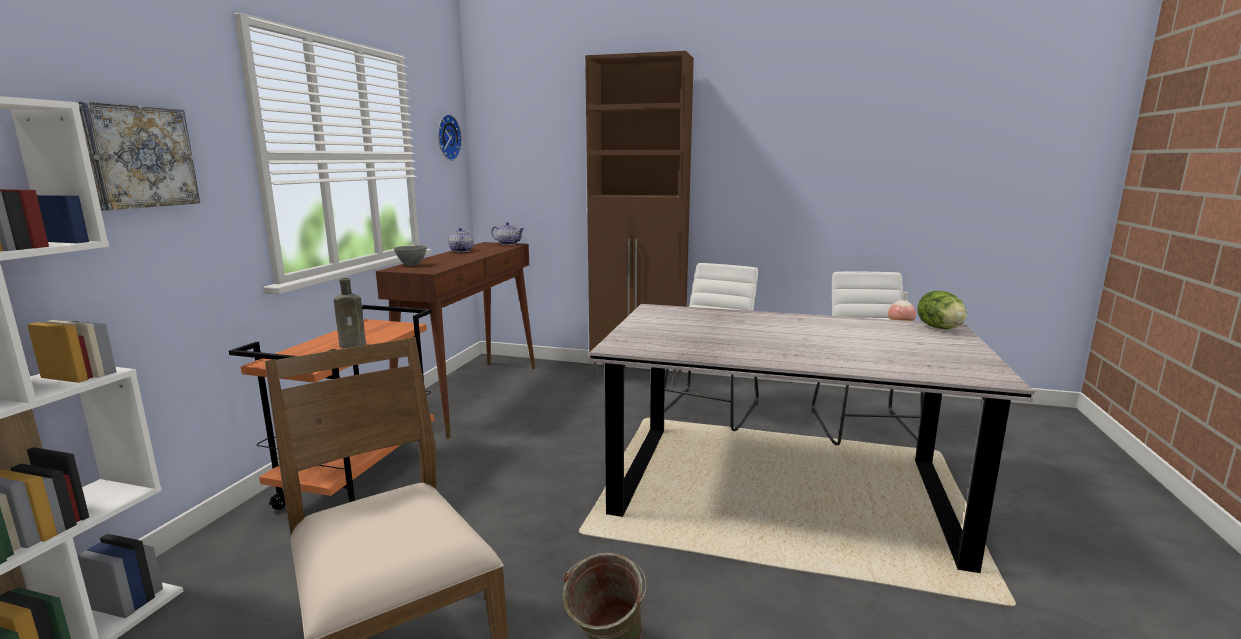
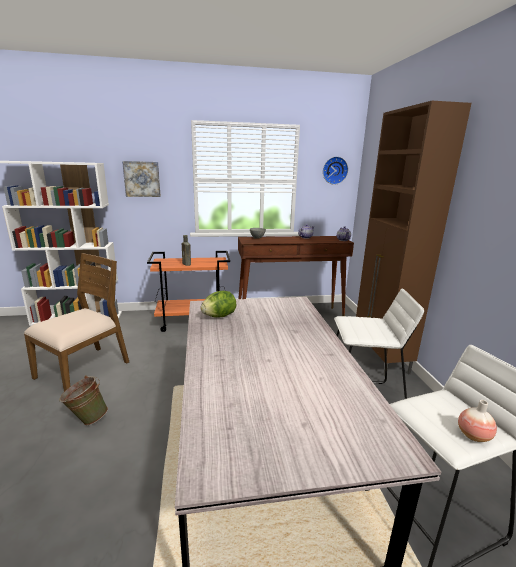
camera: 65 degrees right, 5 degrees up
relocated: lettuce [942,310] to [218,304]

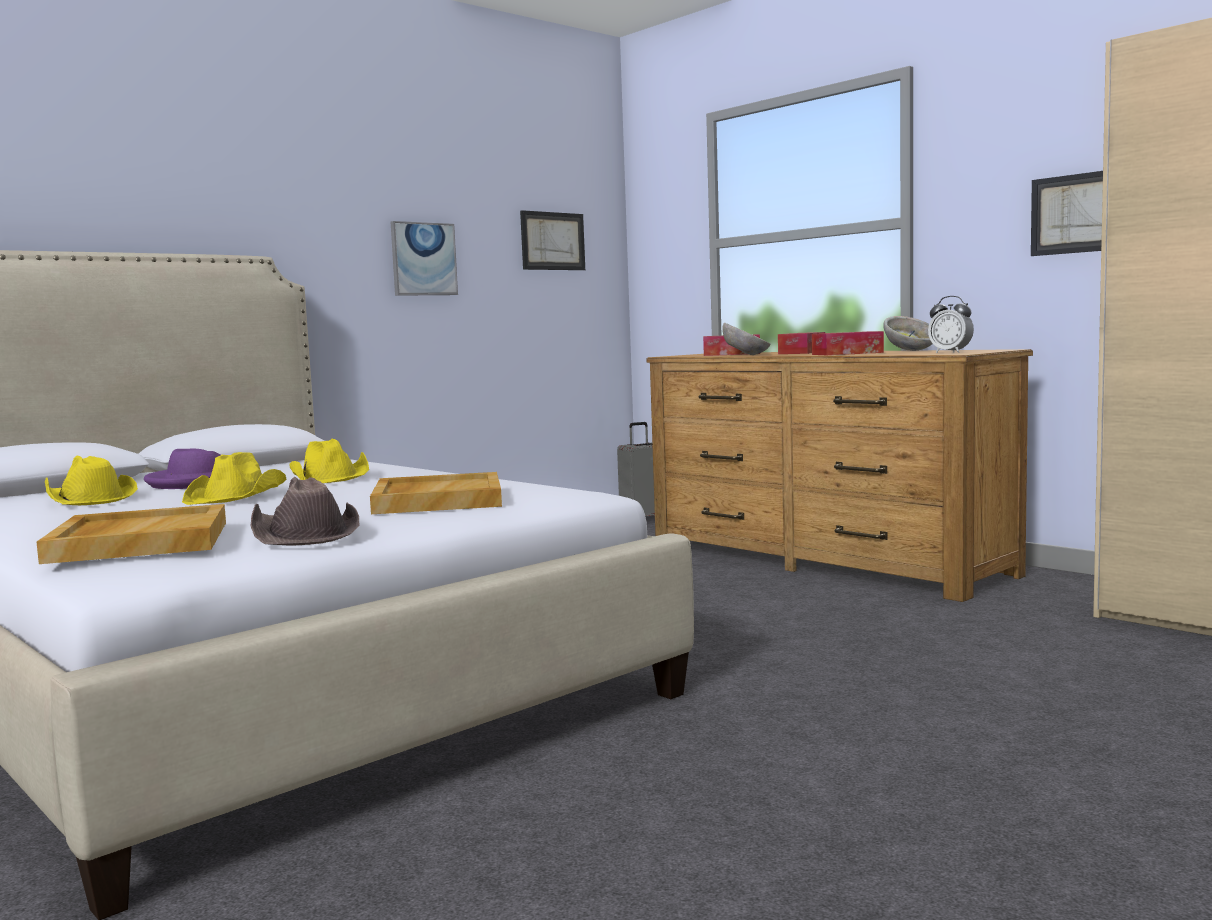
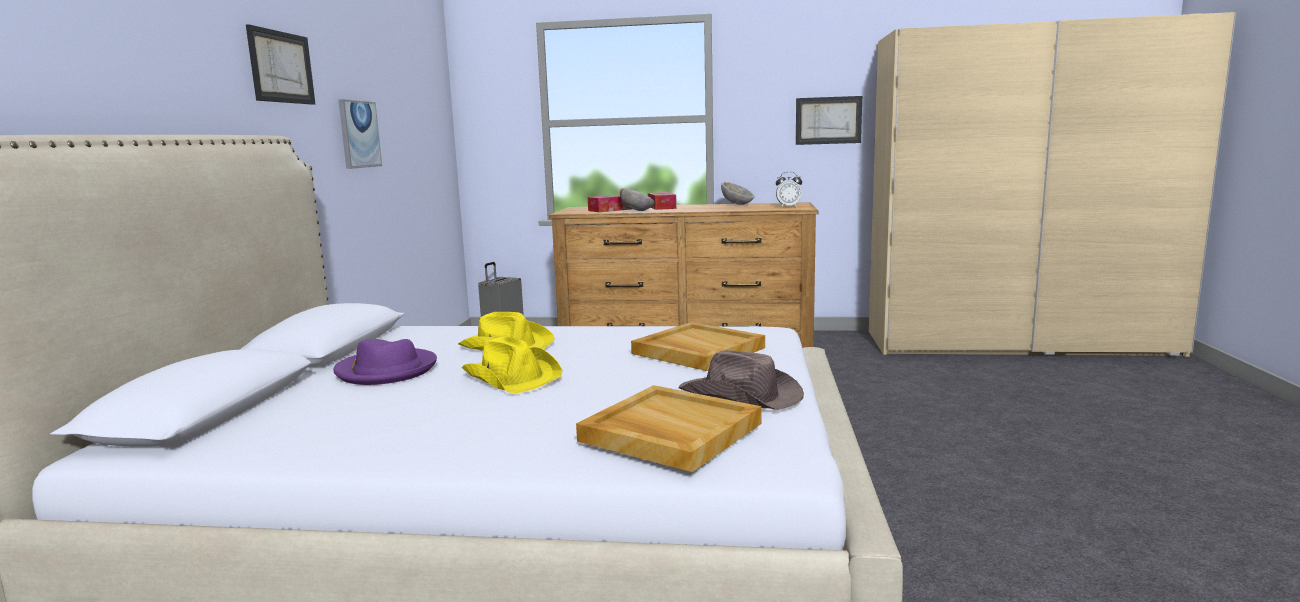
camera: 40 degrees left, 5 degrees up
missing: yellow hat [91,480]; tissue box [848,343]
relocated: picture [552,240] to [280,64]

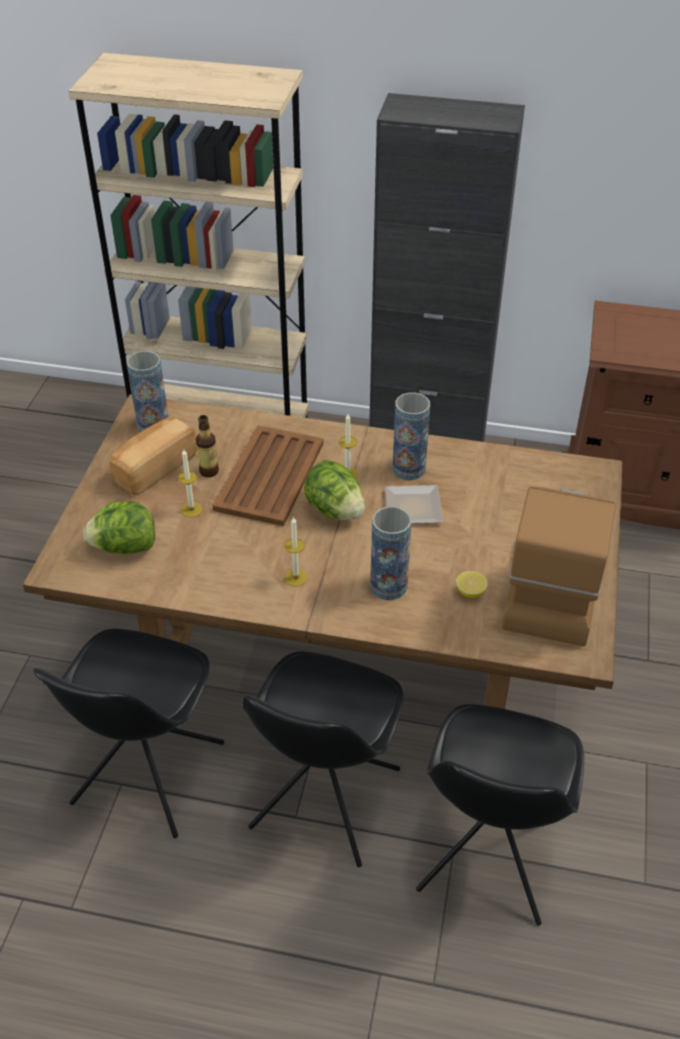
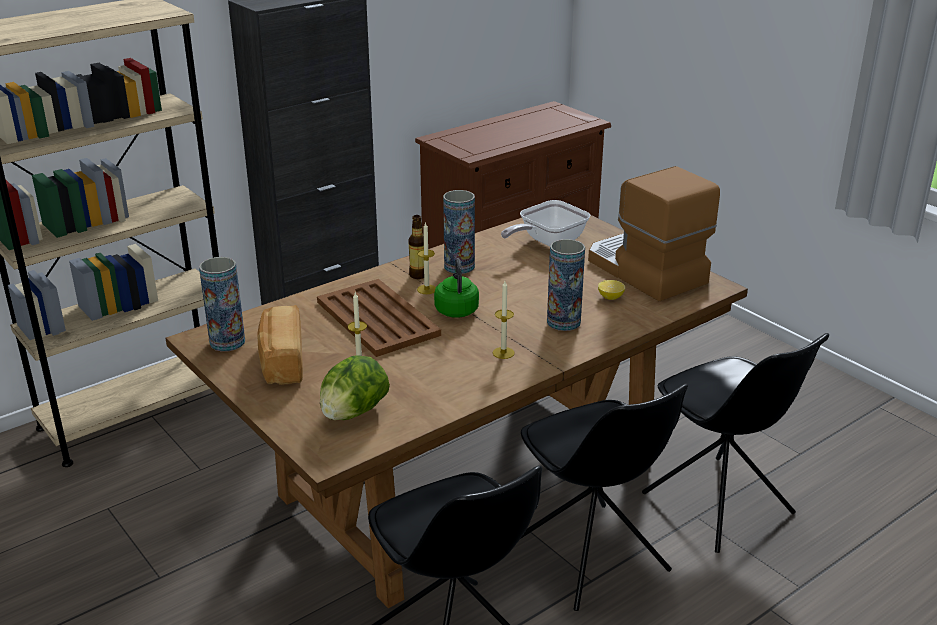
camera: 50 degrees left, 15 degrees down
missing: plate [414,504]
appeared: frying pan [546,223]
relocated: bottle [207,446] to [416,247]
exchanged: lettuce [334,490] to green kettle [456,288]

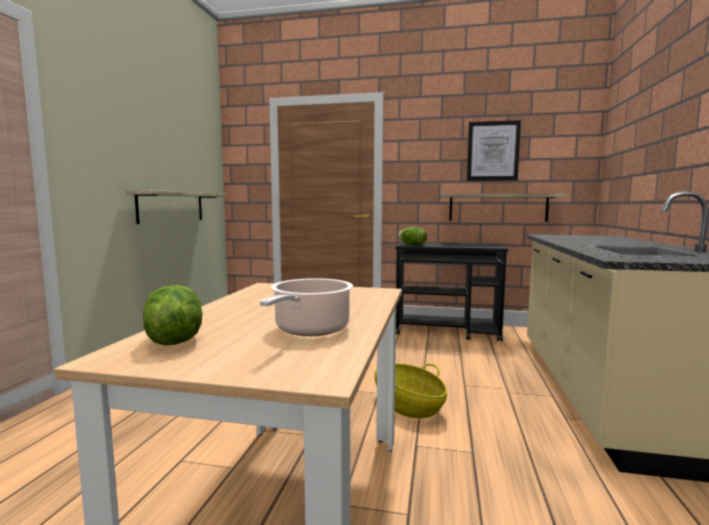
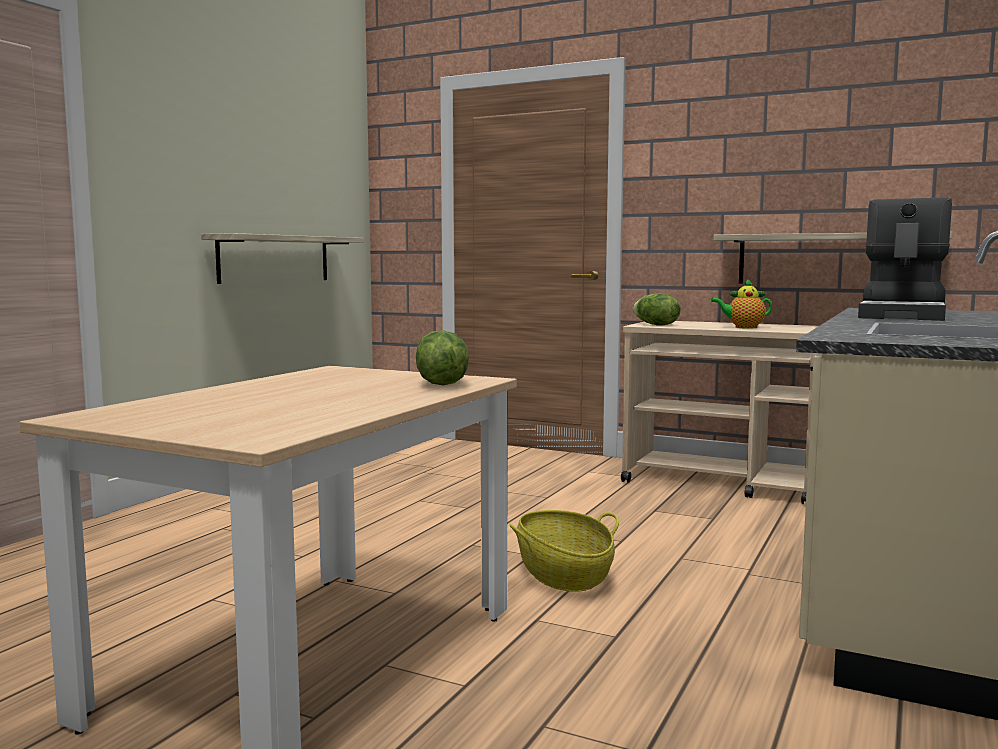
camera: 15 degrees right, 0 degrees up
missing: cooking pot [306,307]; picture [494,150]
appeared: teapot [741,304]; coffee machine [905,259]
relocated: lettuce [172,315] to [442,357]
colour: black cart [452,291] to beige cart [719,412]

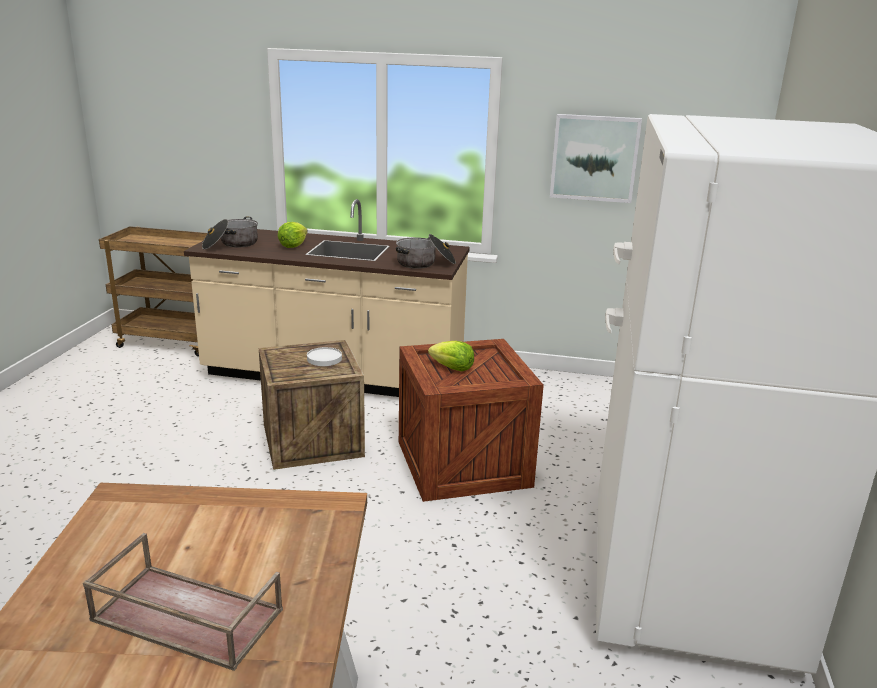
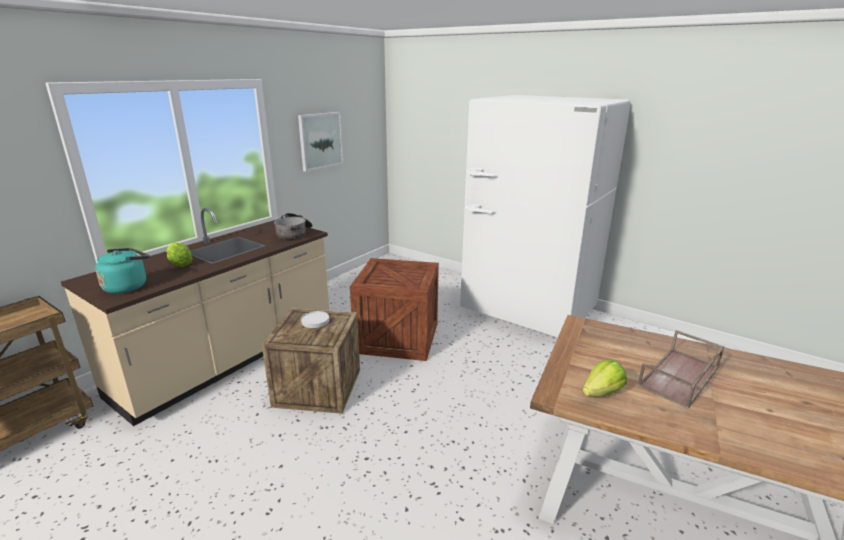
camera: 65 degrees left, 0 degrees up
relocated: lettuce [451,356] to [605,378]
exchanged: cooking pot [230,232] to turquoise kettle [122,271]

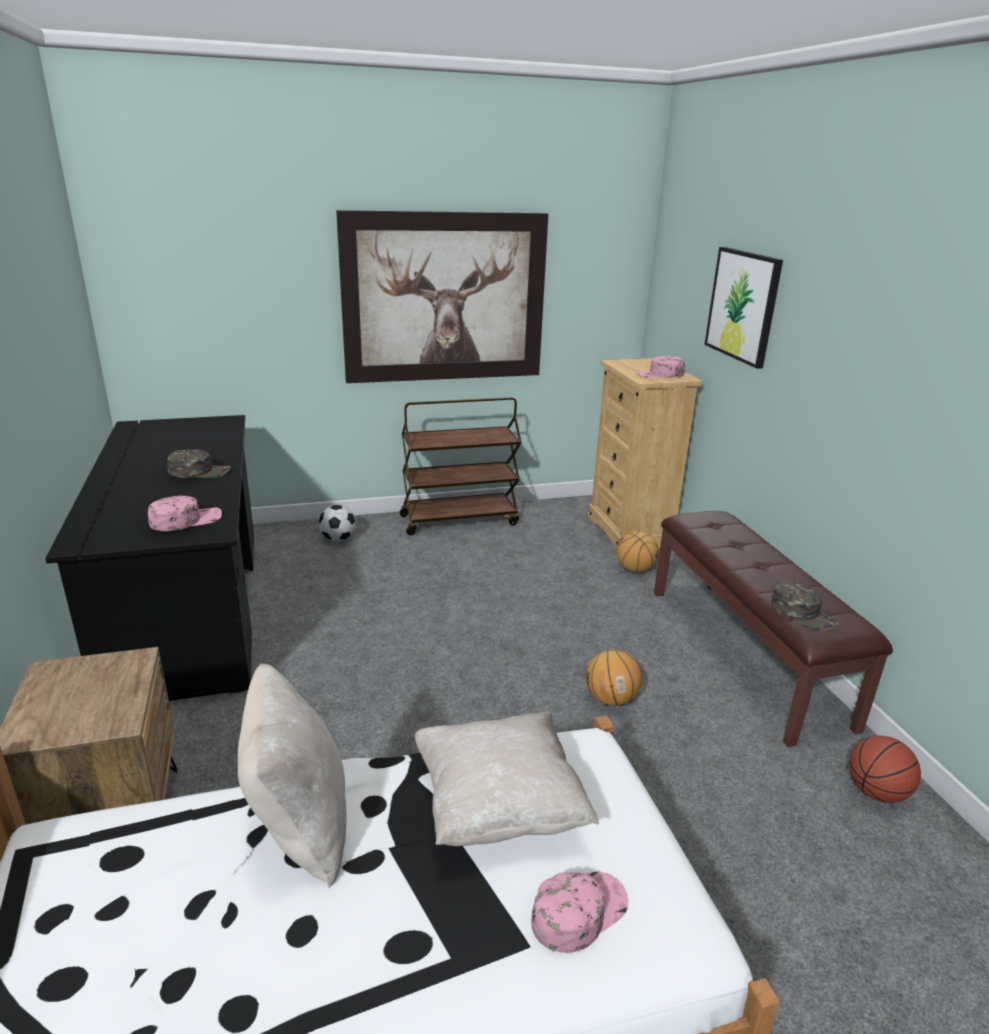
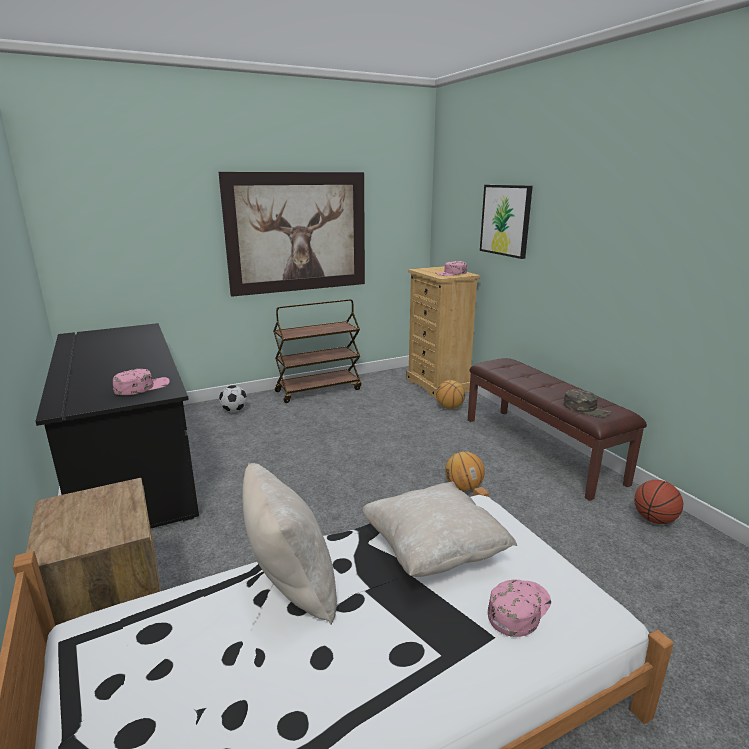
camera: 10 degrees left, 5 degrees down
missing: green cap [199,463]

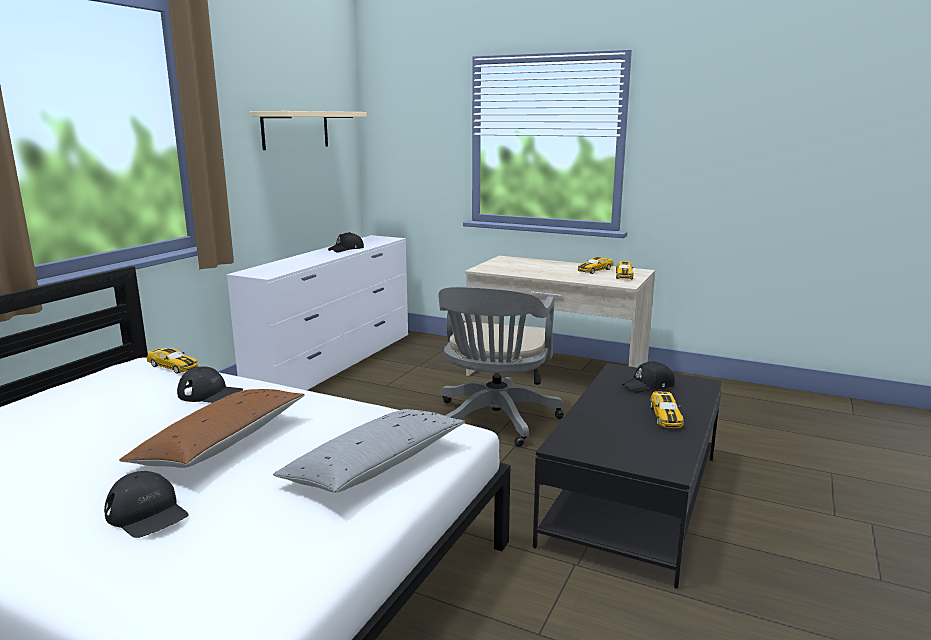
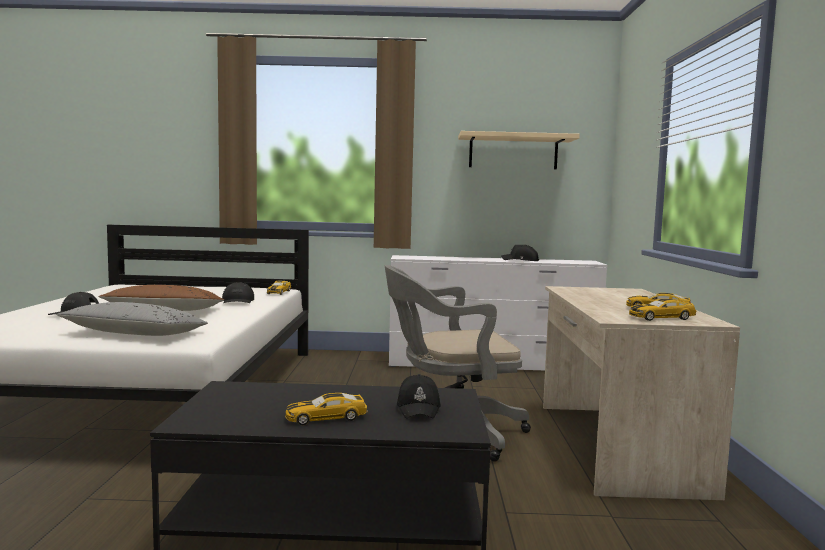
camera: 65 degrees right, 10 degrees down
spun: black cap [648,377] = [419,396] 135 degrees counterclockwise

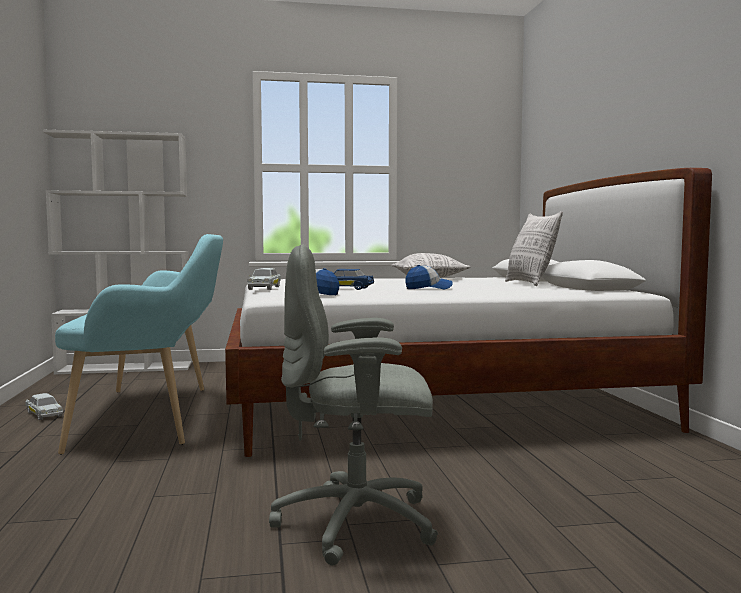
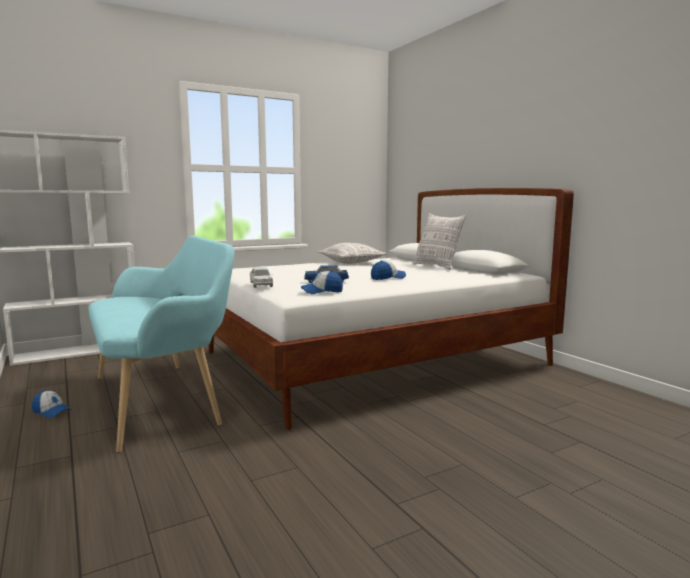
camera: 20 degrees left, 5 degrees up
missing: grey office chair [353,405]
exchanged: white toy car [44,406] to cap [52,404]

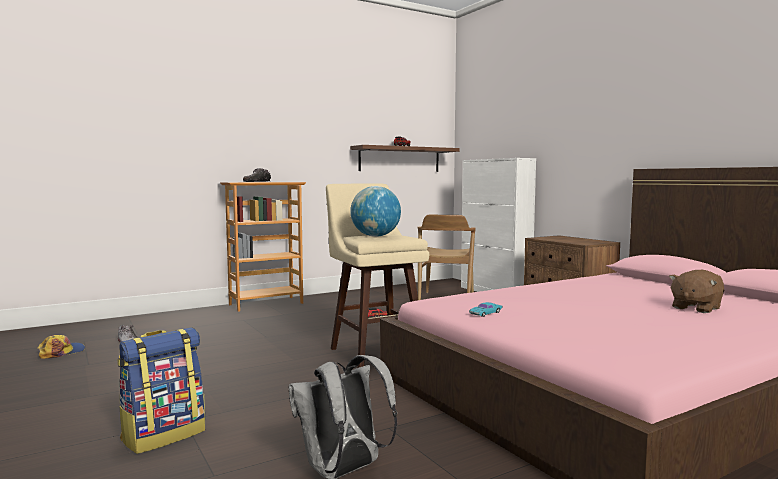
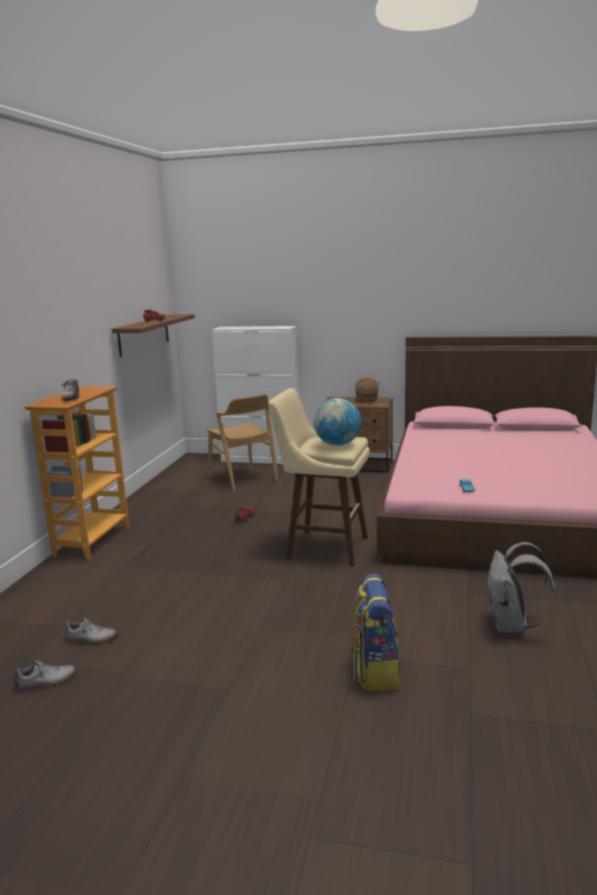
camera: 45 degrees left, 10 degrees up
relocated: brown plush toy [696,291] to [367,390]
exchanged: cap [61,347] to shoe [45,676]

